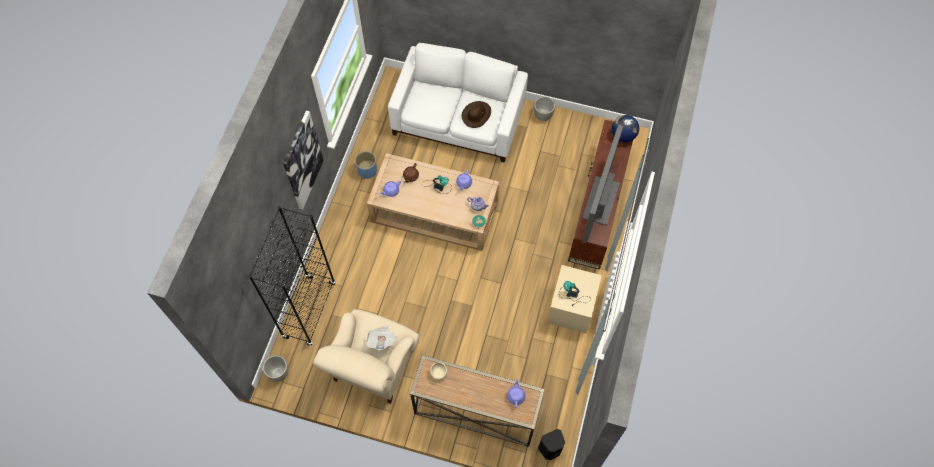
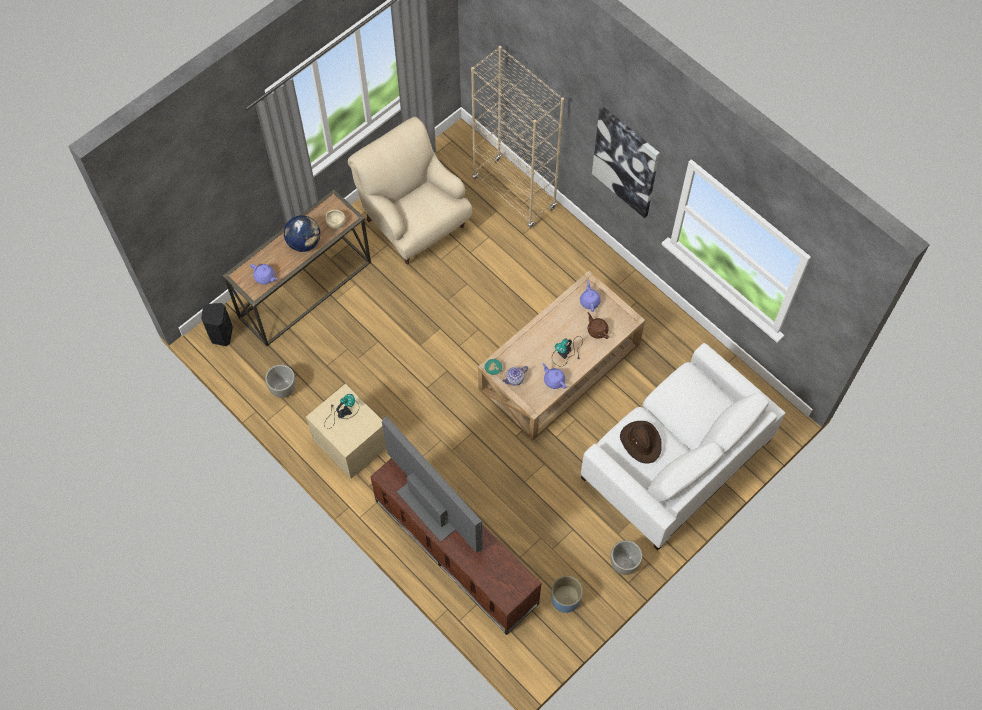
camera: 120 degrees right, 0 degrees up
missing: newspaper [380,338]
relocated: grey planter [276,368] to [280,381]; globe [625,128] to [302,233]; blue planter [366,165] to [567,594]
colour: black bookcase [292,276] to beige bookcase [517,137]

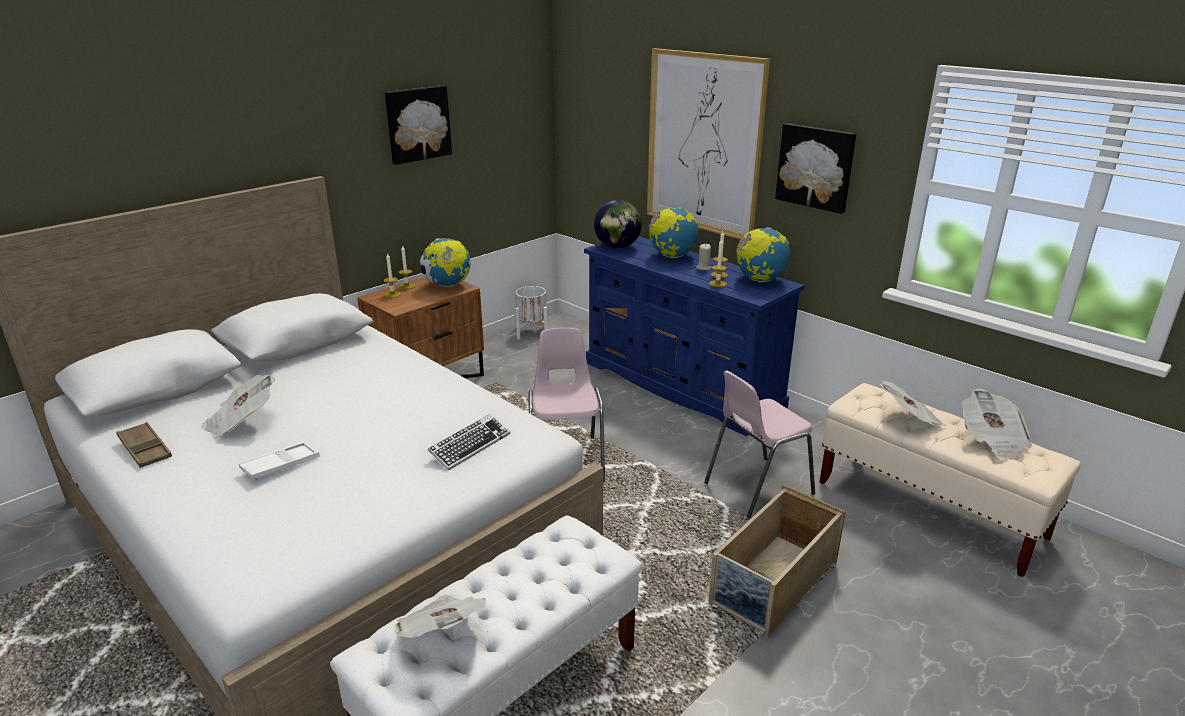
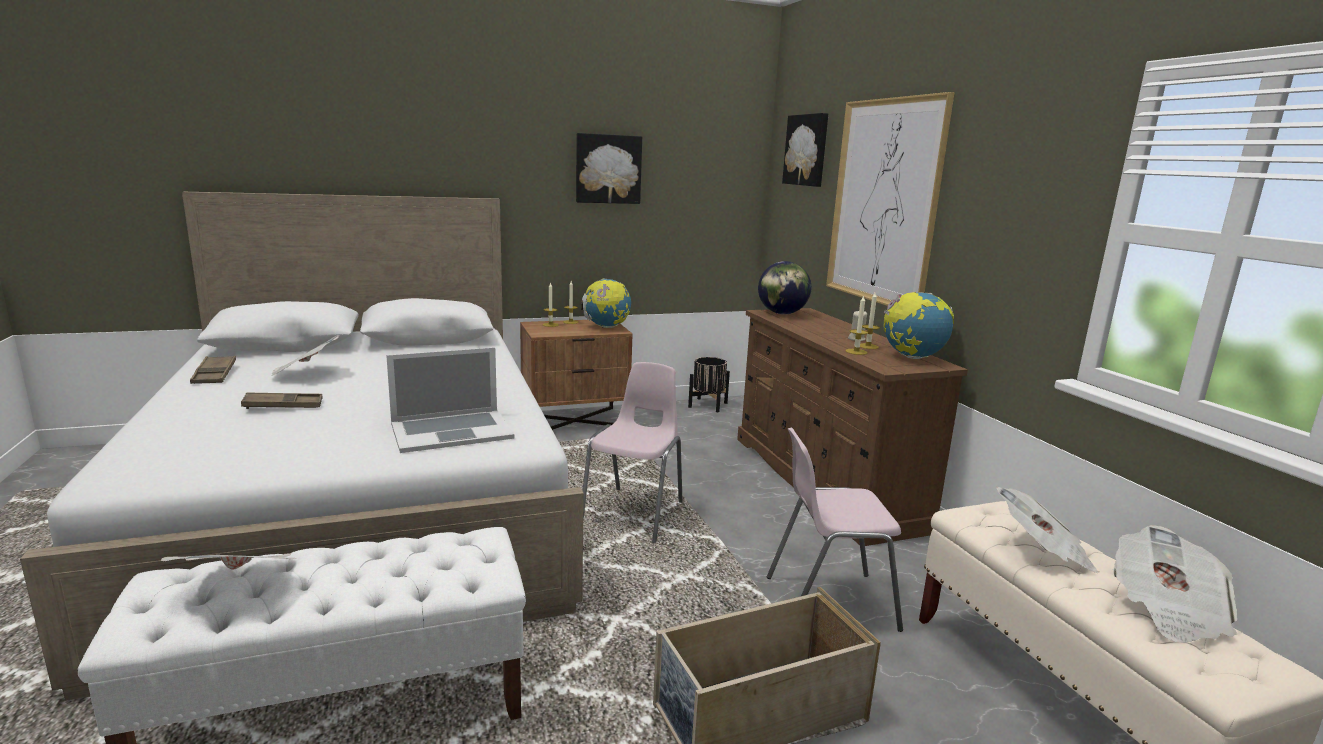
camera: 25 degrees right, 10 degrees down
missing: globe [674,232]
relocated: picture [815,168] to [805,150]
exchanged: keyboard [469,442] to laptop [450,400]
colour: white tray [279,461] to brown tray [282,400]; white planter [531,312] to black planter [709,384]; blue dresser [694,336] to brown dresser [852,427]

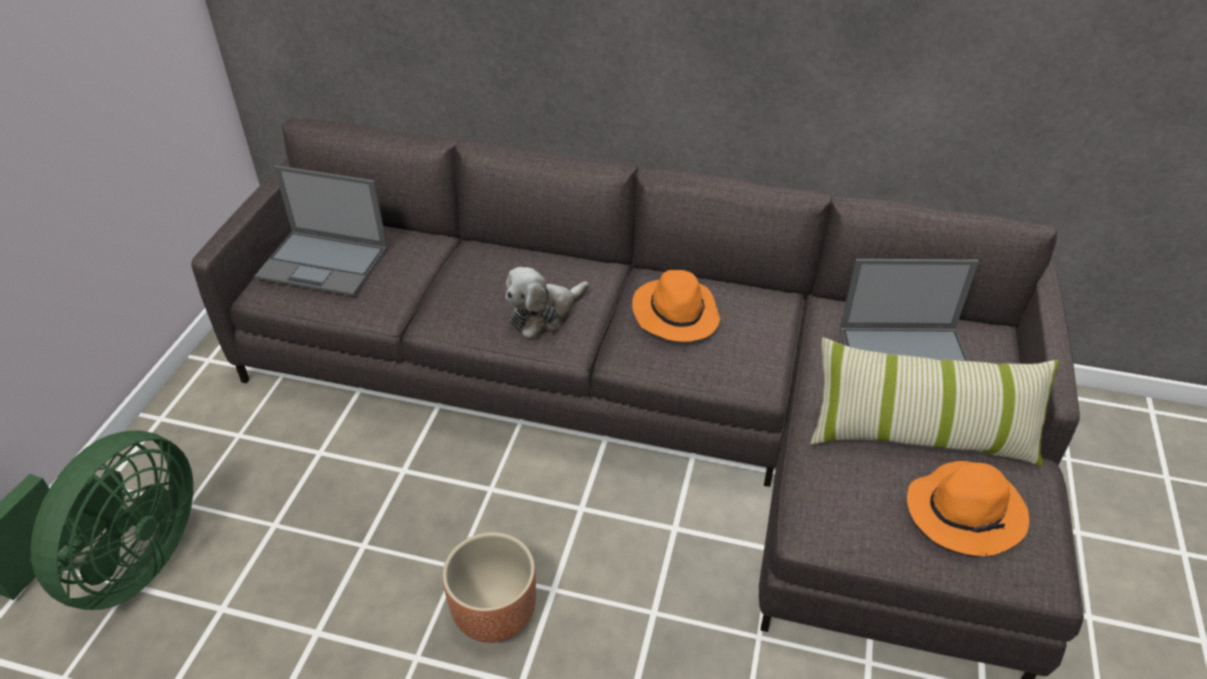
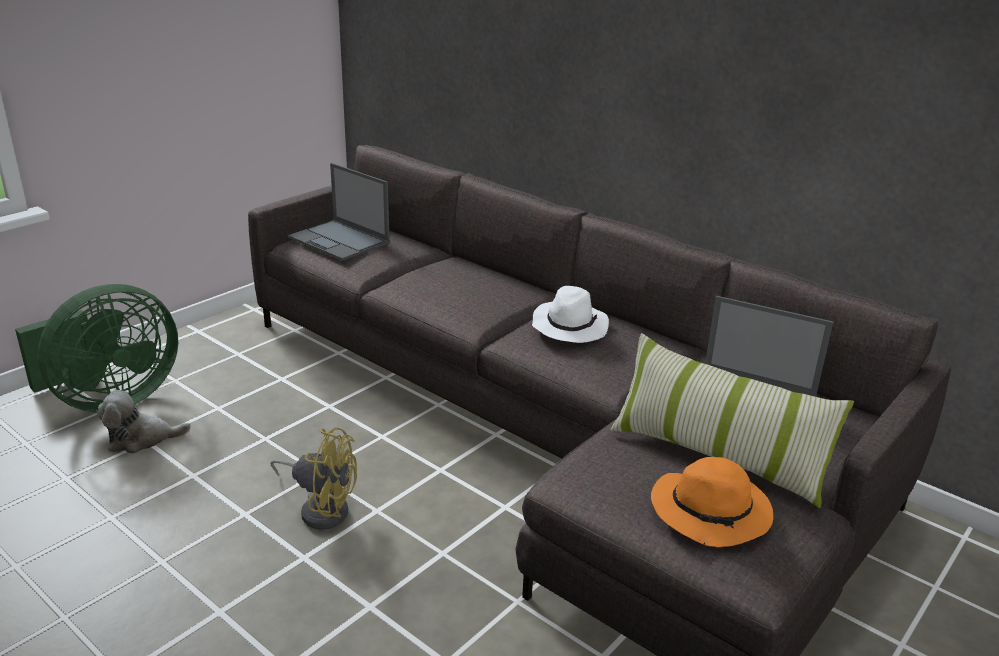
camera: 25 degrees right, 15 degrees down
relocated: plush toy [547,303] to [144,422]
exchanged: brown planter [489,587] to yellow fan [314,478]
colour: orange hat [676,306] to white hat [570,314]

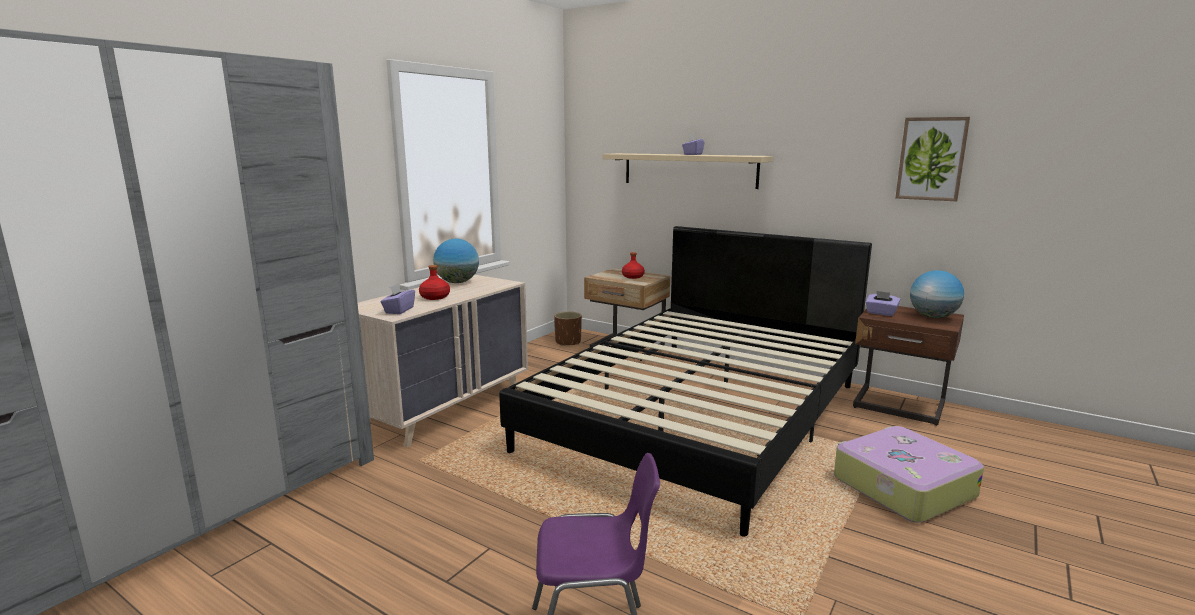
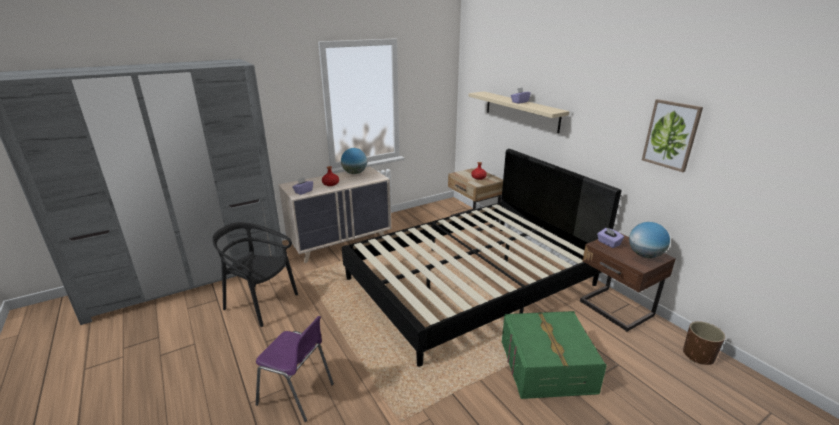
camera: 25 degrees right, 10 degrees up
appeared: black chair [255,274]
relocated: brown planter [568,328] to [704,343]
exchanged: suitcase [909,474] to green storage box [554,355]

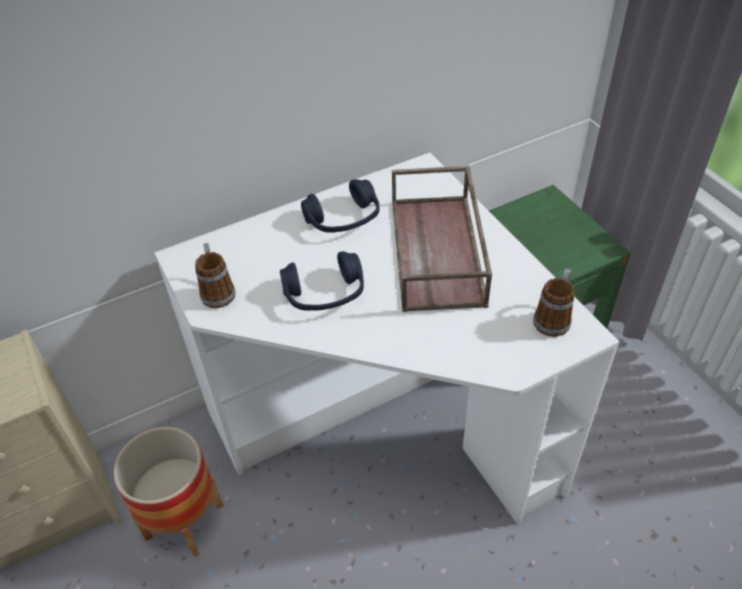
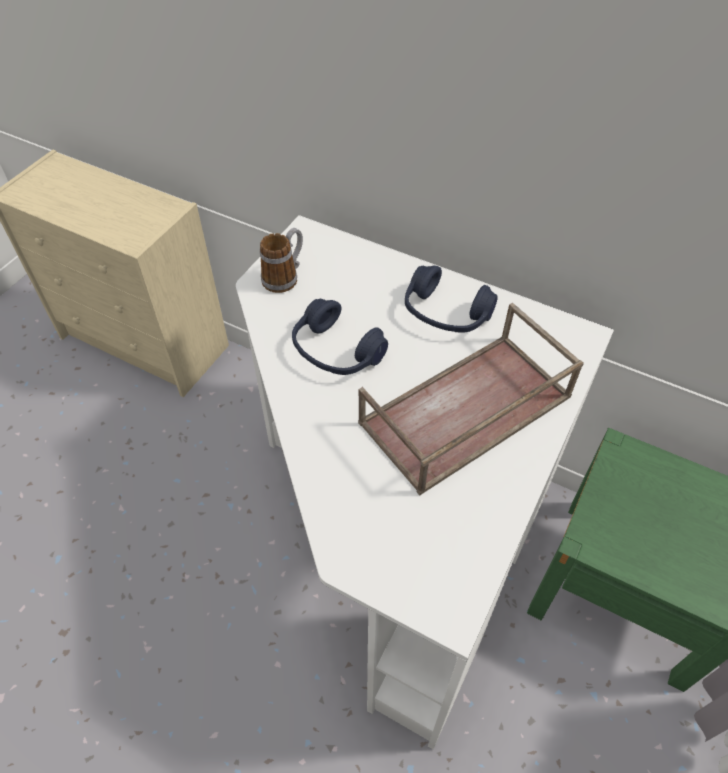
camera: 55 degrees right, 5 degrees up
missing: planter [169,492]; mug [554,303]

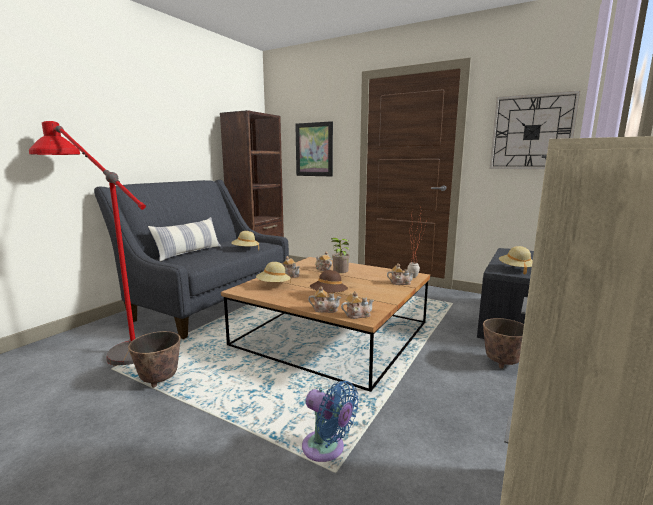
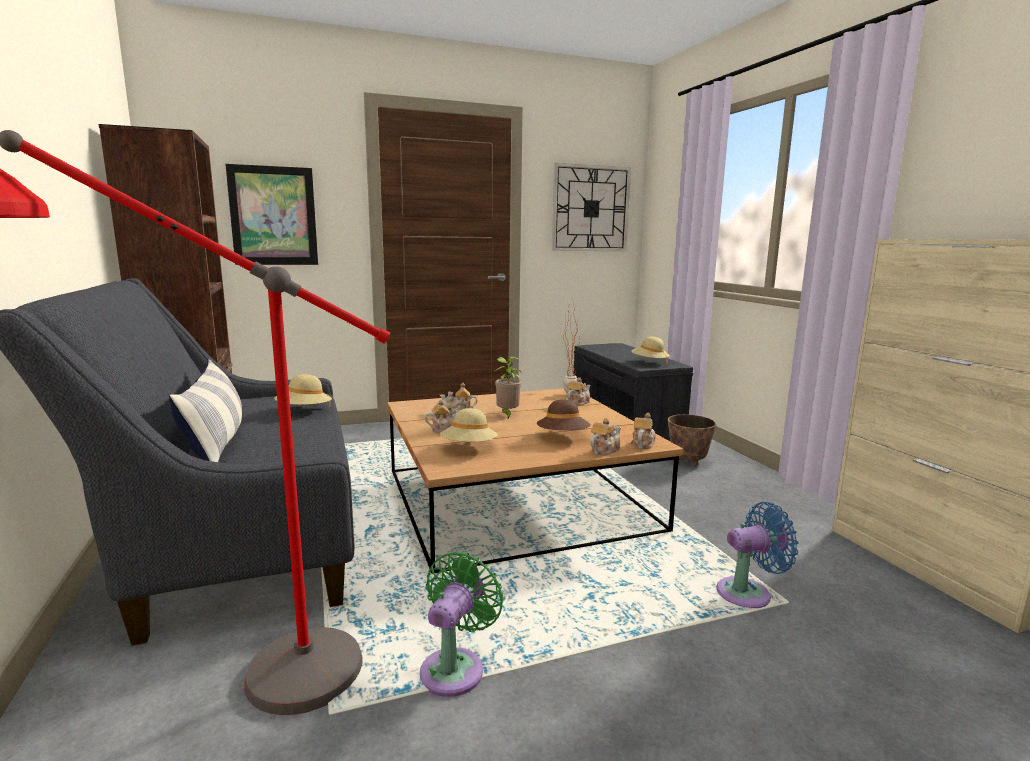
camera: 50 degrees left, 0 degrees up
exchanged: planter [154,359] to green fan [462,624]

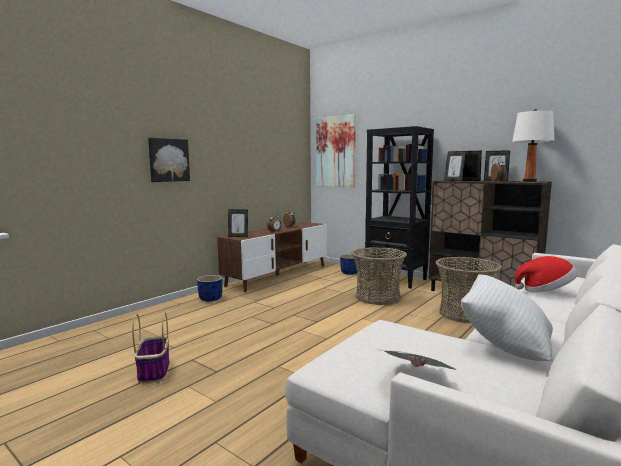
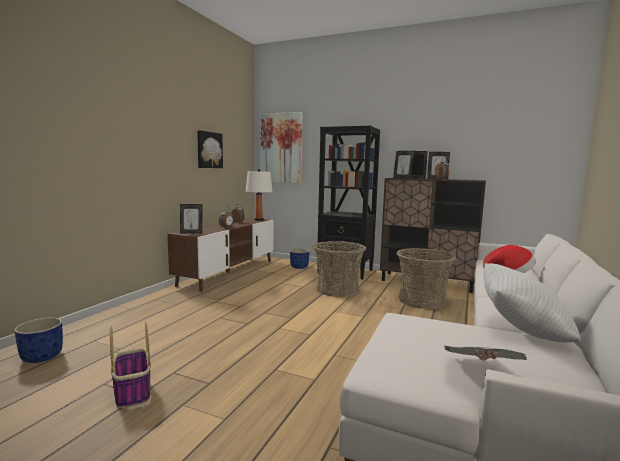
camera: 15 degrees left, 0 degrees up
relocated: blue planter [210,288] to [38,340]; picture [169,160] to [210,149]; white table lamp [533,145] to [259,195]

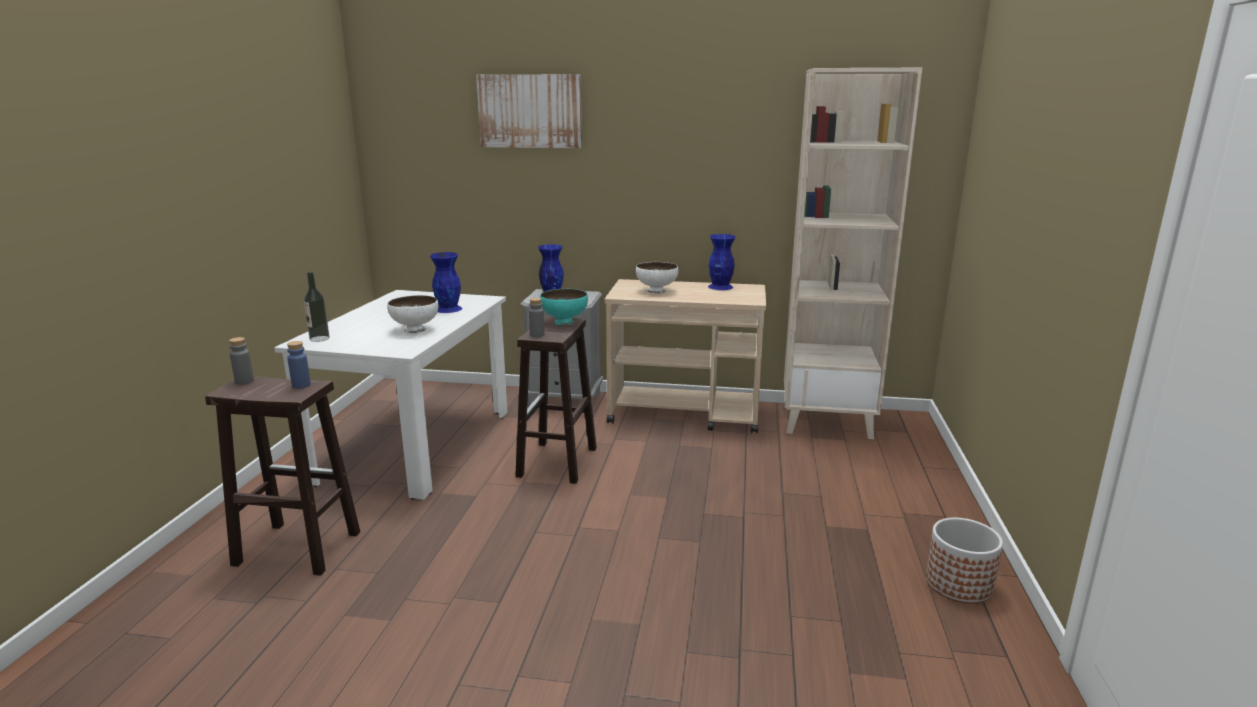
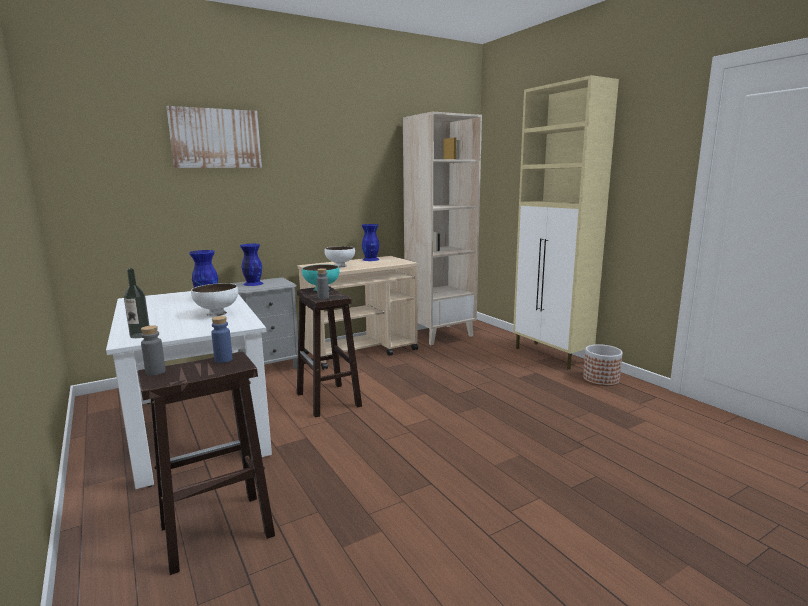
camera: 40 degrees left, 5 degrees down
appeared: beige cabinet [566,222]

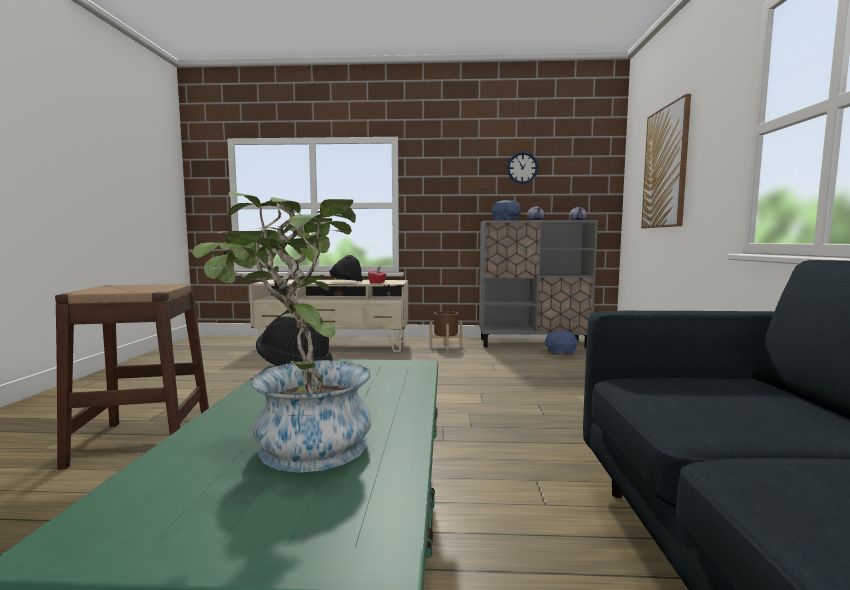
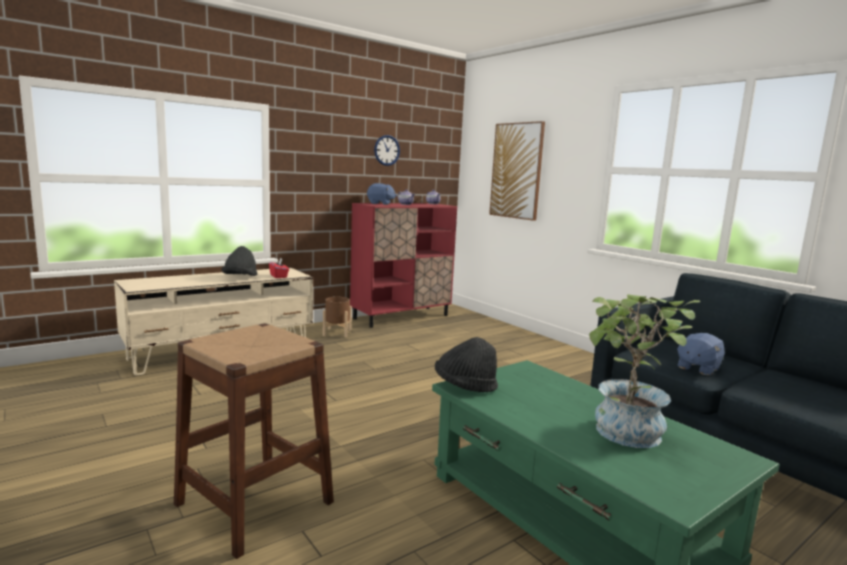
camera: 40 degrees left, 5 degrees up
relocated: blue plush toy [560,343] to [701,354]
colour: grey cabinet [538,284] to red cabinet [403,265]

